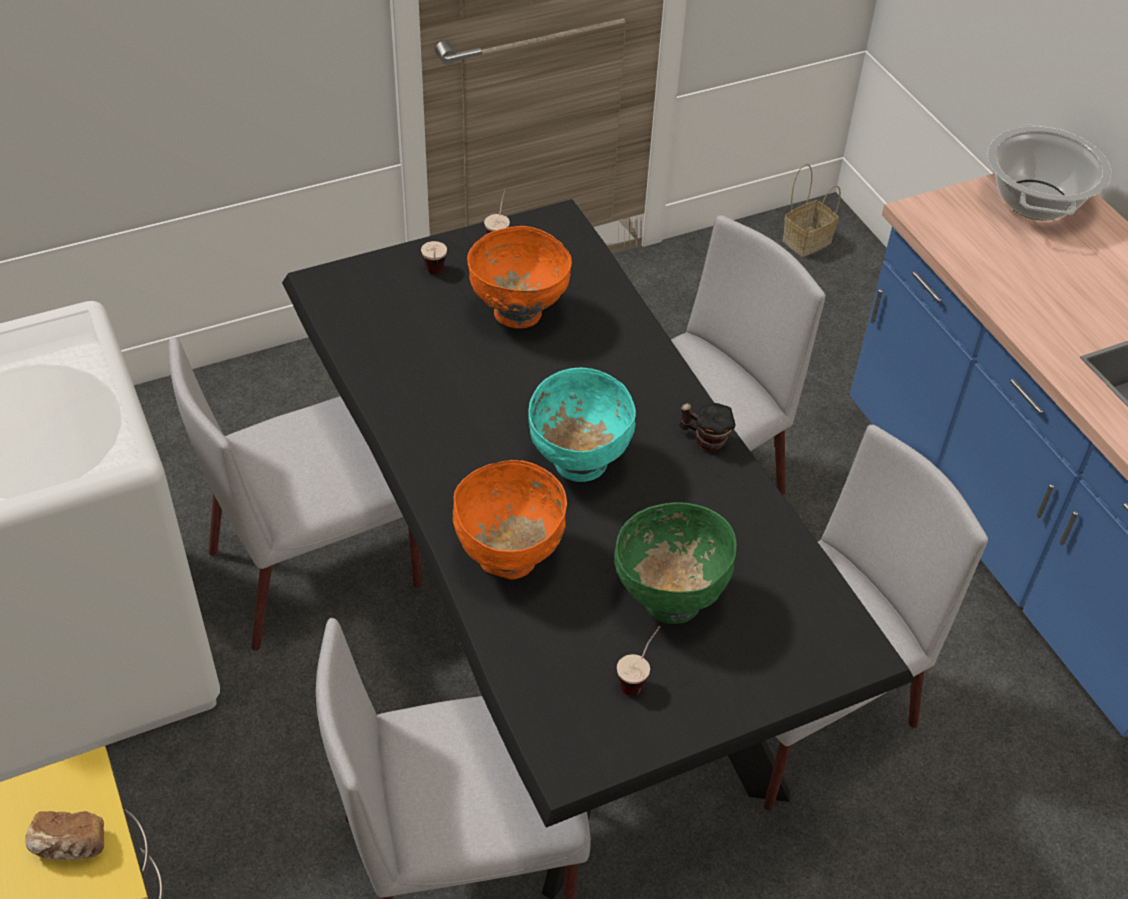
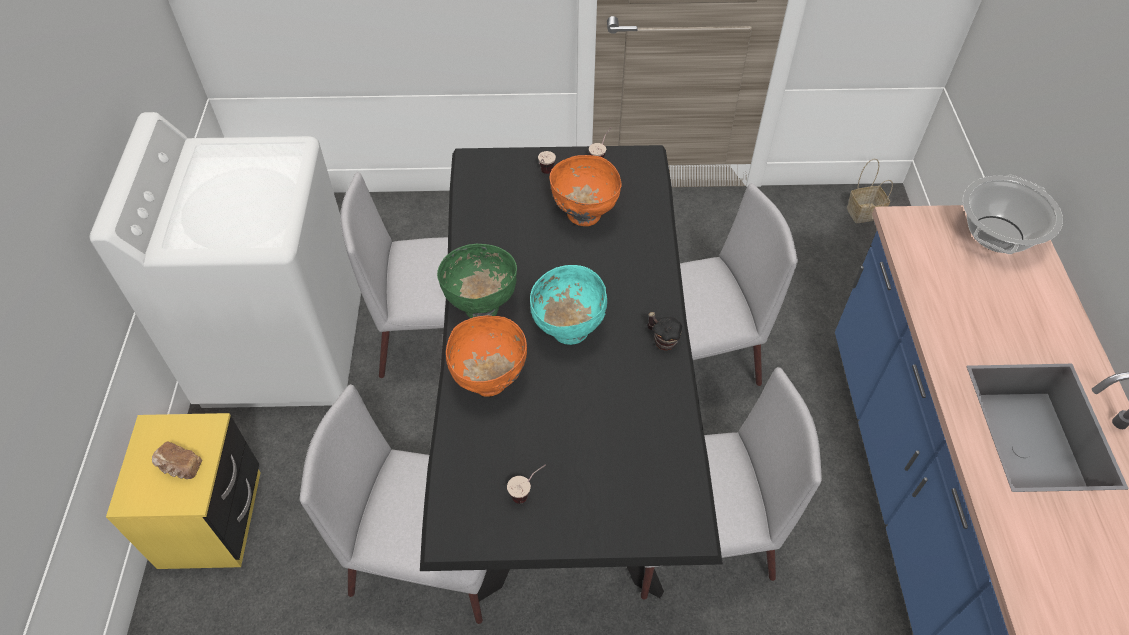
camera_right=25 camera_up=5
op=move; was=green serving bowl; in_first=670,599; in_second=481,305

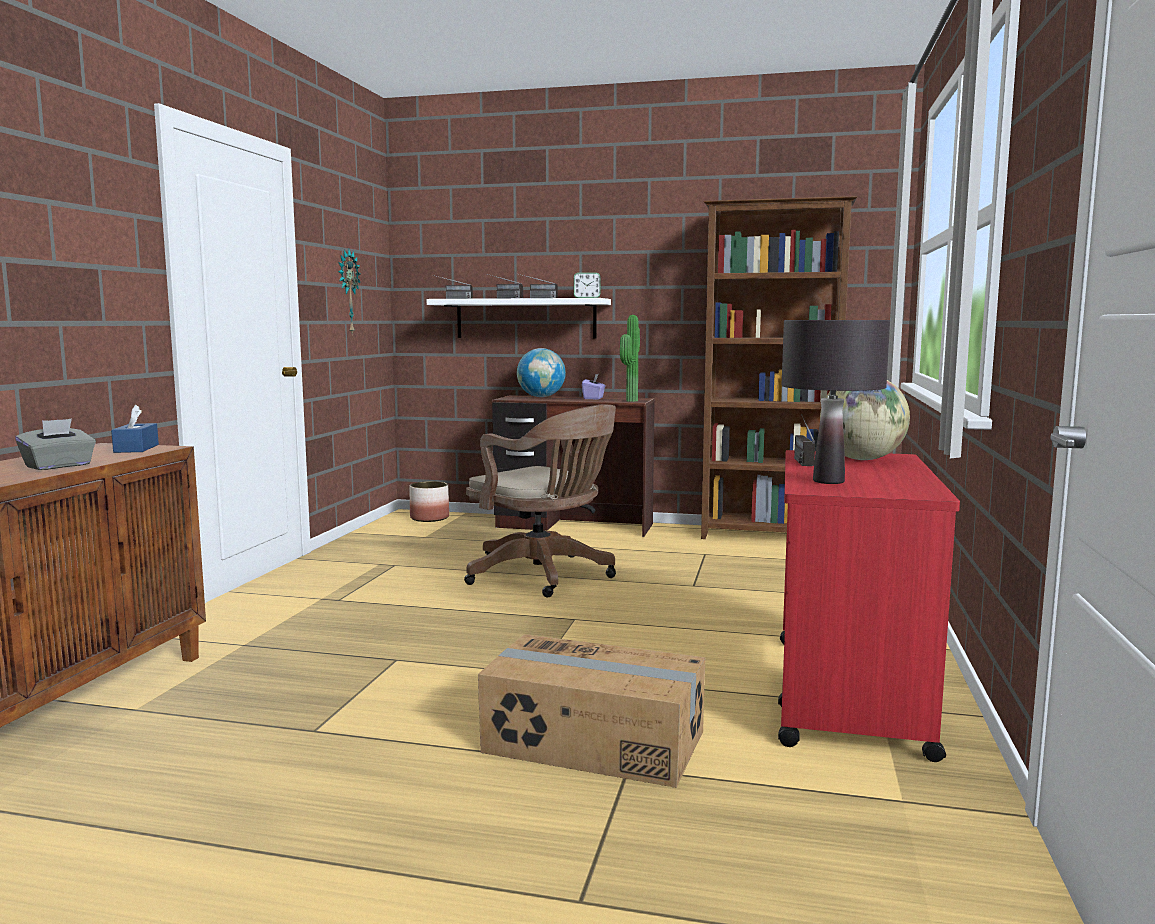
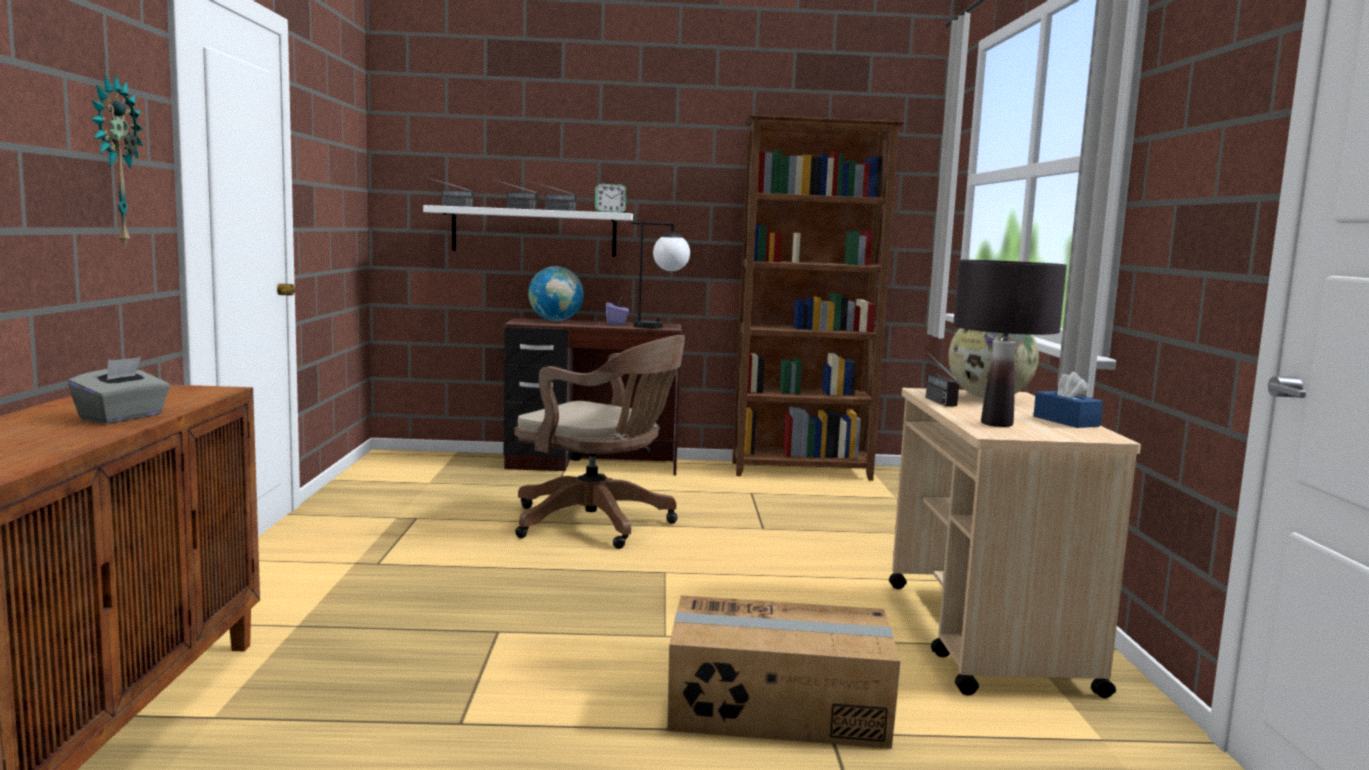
camera_right=-15 camera_up=0
op=delete; was=planter; in_first=430,518
op=move; was=blue-coloured tissue box; in_first=136,448; in_second=1066,421
op=move; was=wall clock; in_first=347,292; in_second=112,162
op=replace; was=plant in a pot; now=table lamp; in_first=629,401; in_second=660,327
op=recolor; was=red-coloured trolley; now=beige trolley; in_first=848,694; in_second=986,636

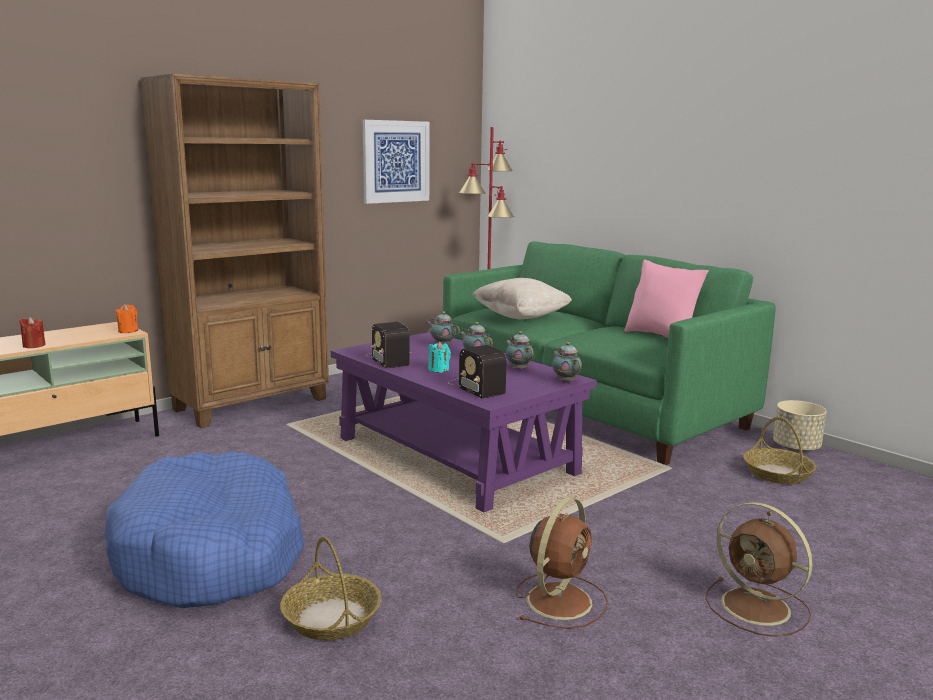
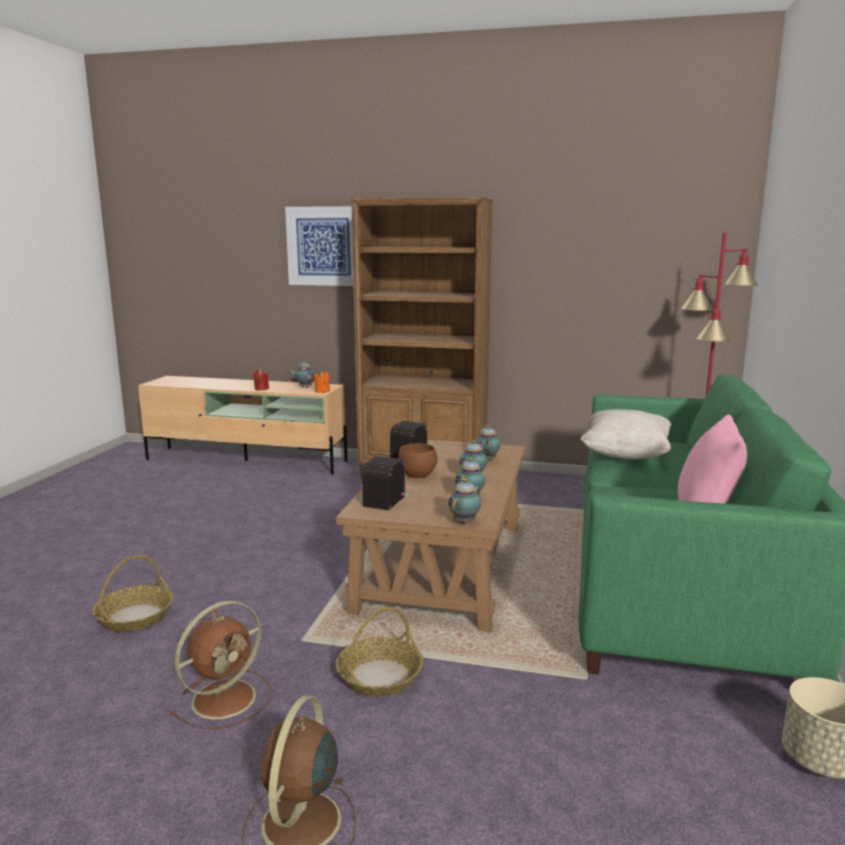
camera_right=55 camera_up=0
op=delete; was=blue-coloured dog bed; in_first=212,553
op=insert; now=pot for tea; in_second=304,387
op=move; was=picture; in_first=396,161; in_second=324,246
op=move; was=household basket; in_first=778,474; in_second=379,677
op=replace; was=blue-green wax candle; now=brownish serving bowl; in_first=439,370; in_second=416,475
op=recolor; was=purple low table; now=brownish low table; in_first=456,456; in_second=443,567
op=rotate; was=brownish fan; in_first=560,599; in_second=226,698; clockwise=-45

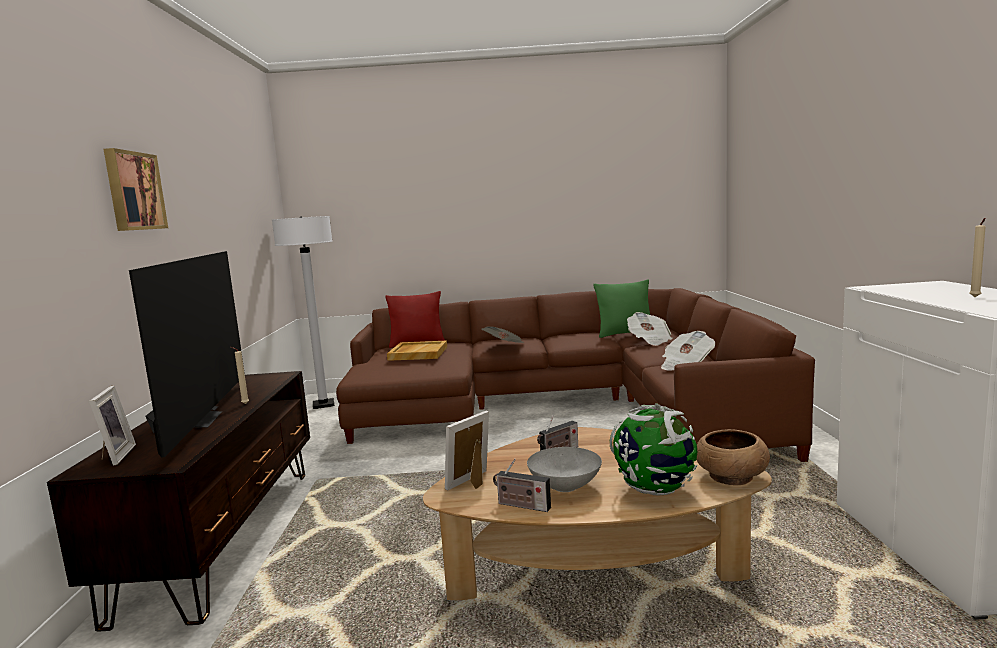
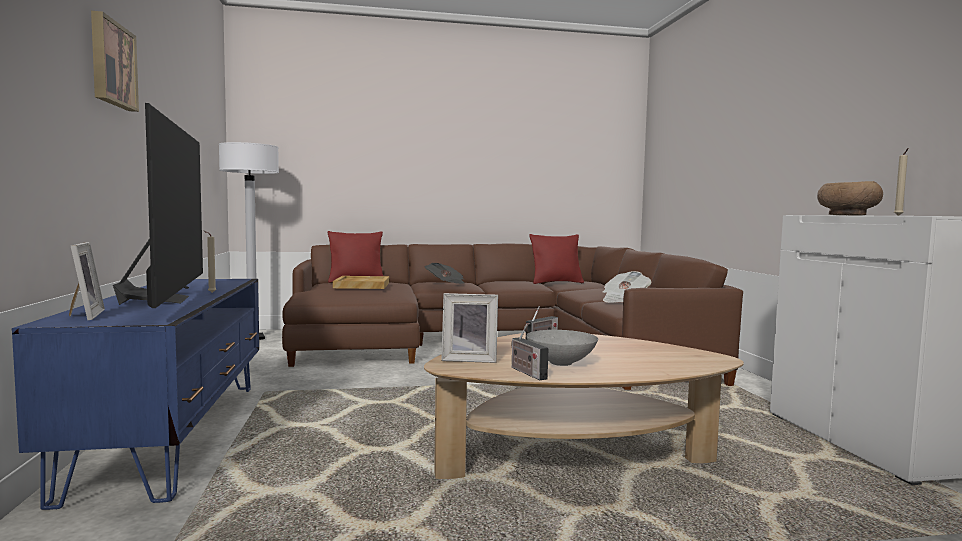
camera_right=-10 camera_up=-5
op=delete; was=world globe; in_first=655,490
op=delete; was=daily paper; in_first=649,340
op=move; was=brownish serving bowl; in_first=731,477; in_second=847,215
op=recolor; was=brownish tv unit; now=blue-coloured tv unit; in_first=225,536; in_second=174,433
op=recolor; was=green throw pillow; now=red-coloured throw pillow; in_first=625,334; in_second=556,282
op=rotate; was=standing frame; in_first=473,482; in_second=469,359; clockwise=-120
op=rotate; was=radio set; in_first=521,505; in_second=526,372; clockwise=45

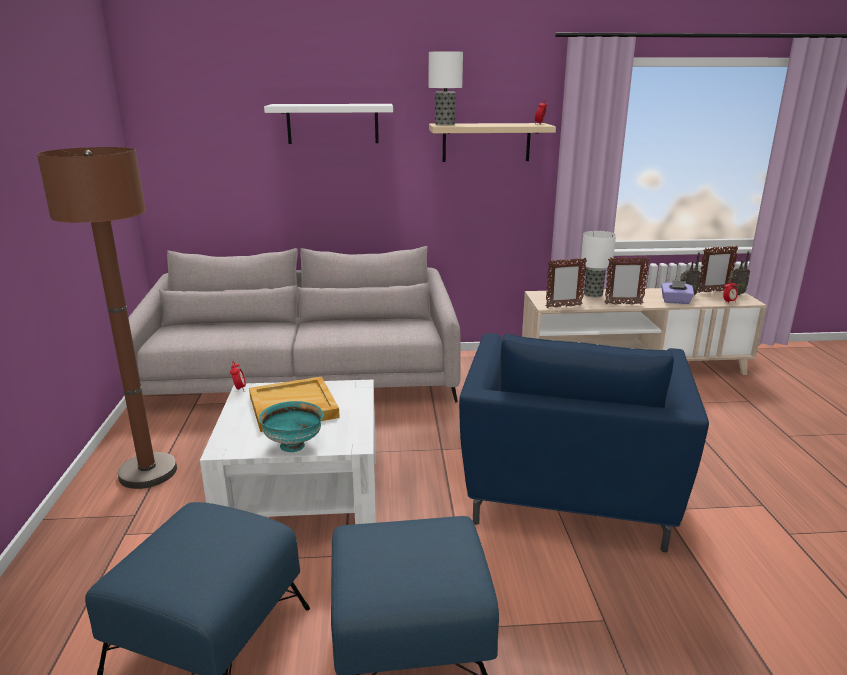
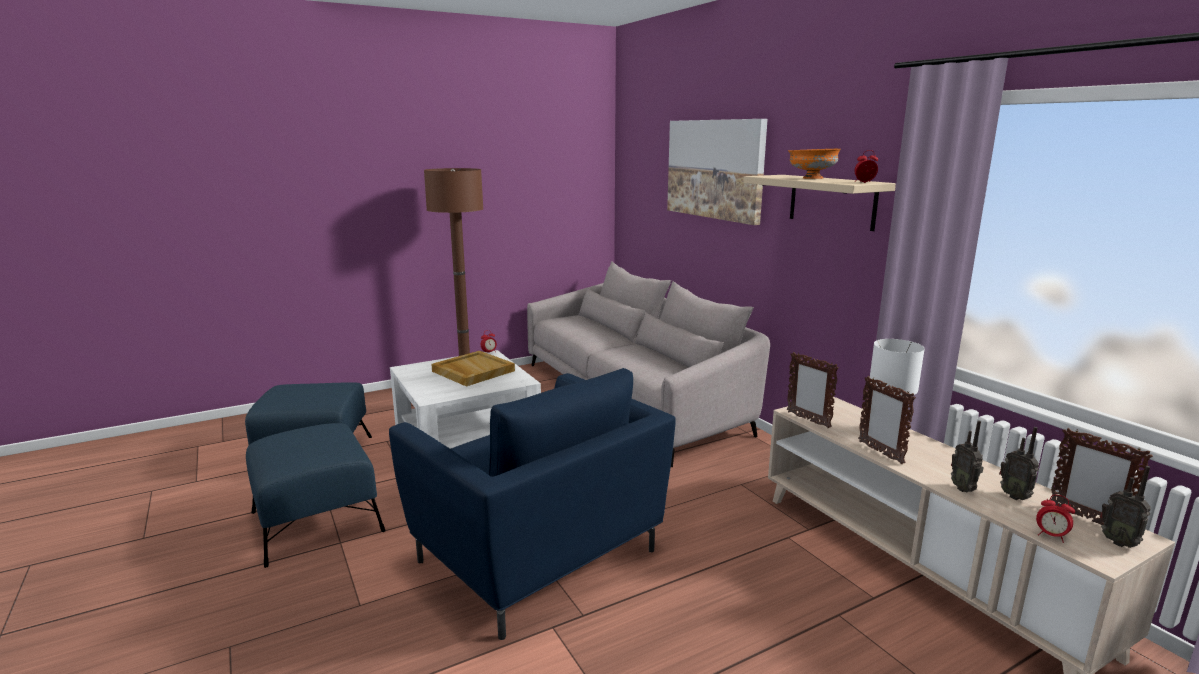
camera_right=65 camera_up=-5
op=delete; was=blue-green serving bowl; in_first=293,445
op=delete; was=table lamp; in_first=445,124
op=insert; now=orange serving bowl; in_second=811,179
op=replace; was=white bracket shelf; now=picture; in_first=332,123; in_second=715,169
op=replace; was=purple tissue box; now=radio set; in_first=675,301; in_second=963,488
op=rotate; was=blue-coloured lounge chair; in_first=567,496; in_second=539,558; clockwise=-120

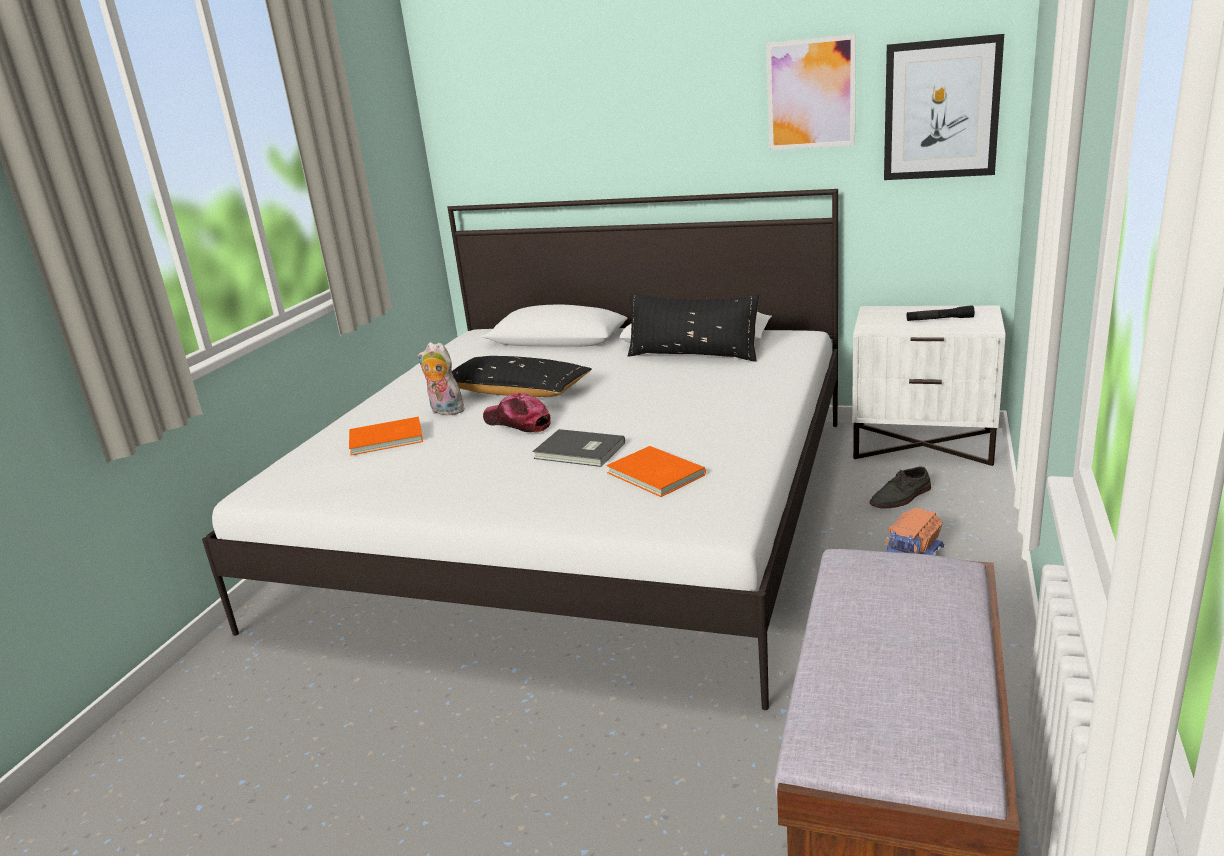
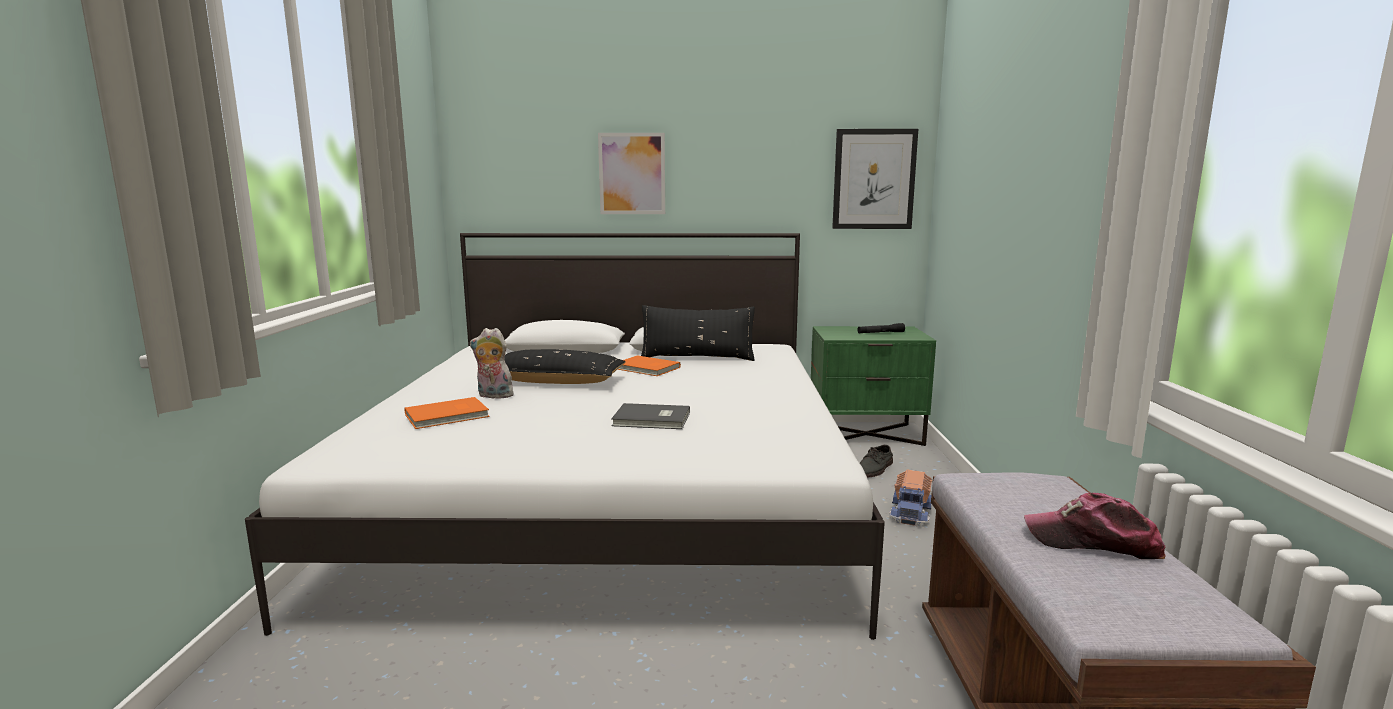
camera_right=-20 camera_up=-10
op=move; was=baseball cap; in_first=517,422; in_second=1092,541
op=move; was=orange volume; in_first=654,475; in_second=646,368
op=move; was=picture; in_first=811,94; in_second=632,174
op=recolor; was=white bedside table; now=green bedside table; in_first=923,444; in_second=866,434

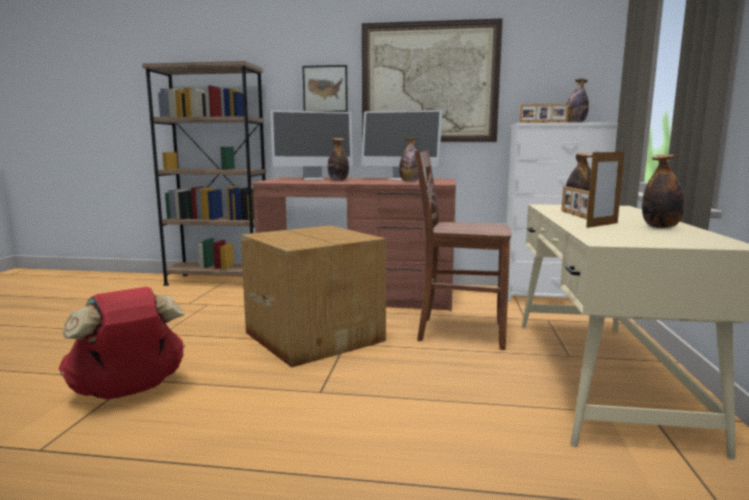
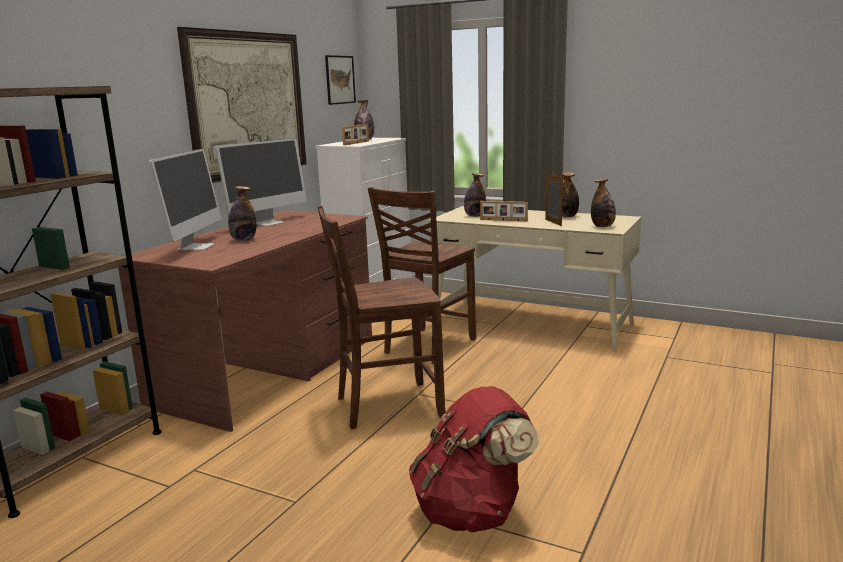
camera_right=-70 camera_up=5
op=move; was=picture; in_first=325,89; in_second=340,79
op=move; was=drink bottle; in_first=410,181; in_second=602,226
op=replace; was=cardboard box; now=brownish upright chair; in_first=314,336; in_second=386,406

